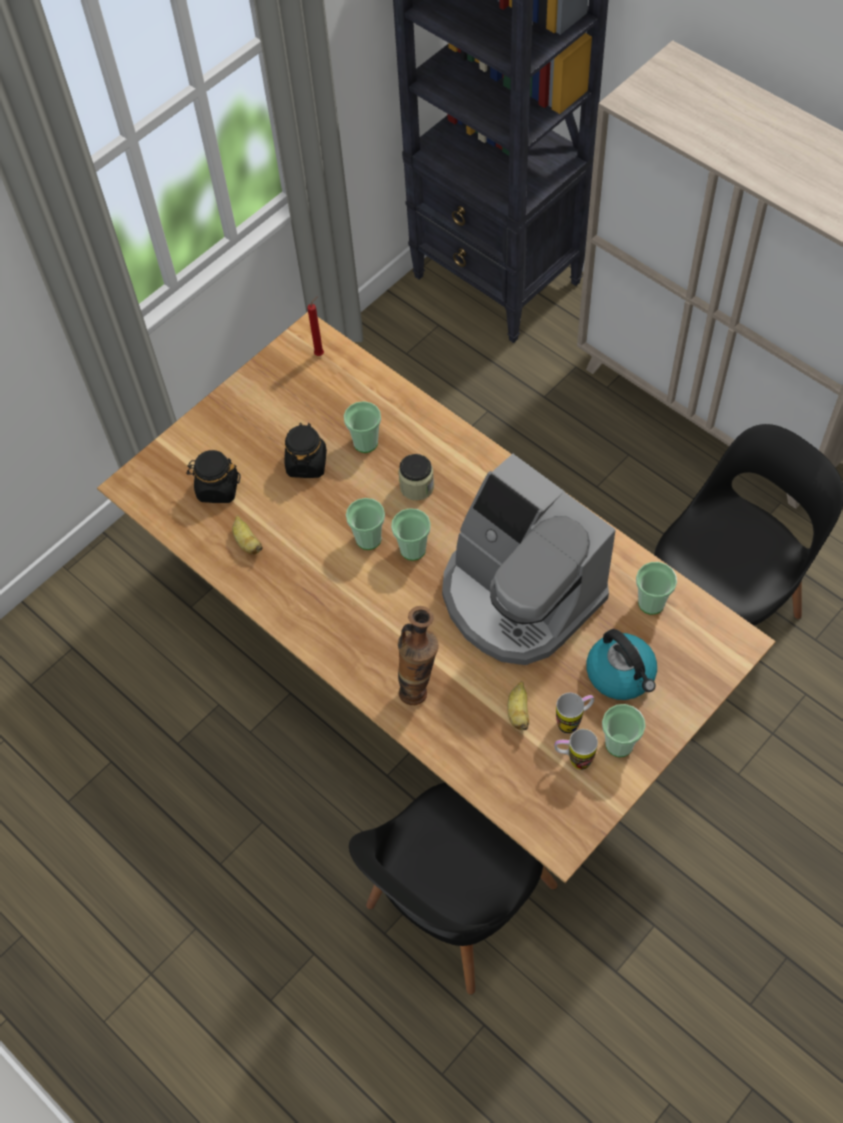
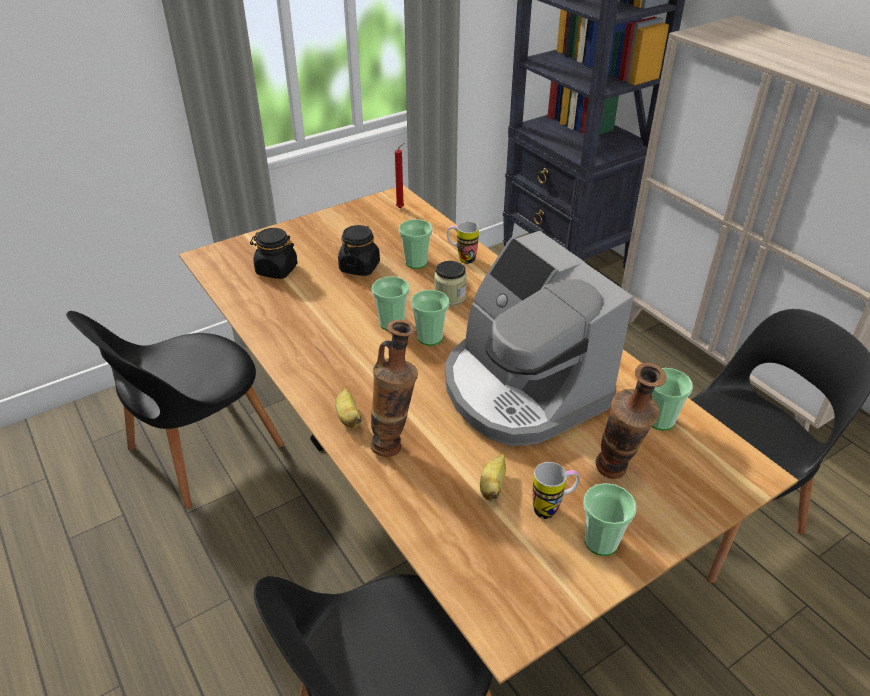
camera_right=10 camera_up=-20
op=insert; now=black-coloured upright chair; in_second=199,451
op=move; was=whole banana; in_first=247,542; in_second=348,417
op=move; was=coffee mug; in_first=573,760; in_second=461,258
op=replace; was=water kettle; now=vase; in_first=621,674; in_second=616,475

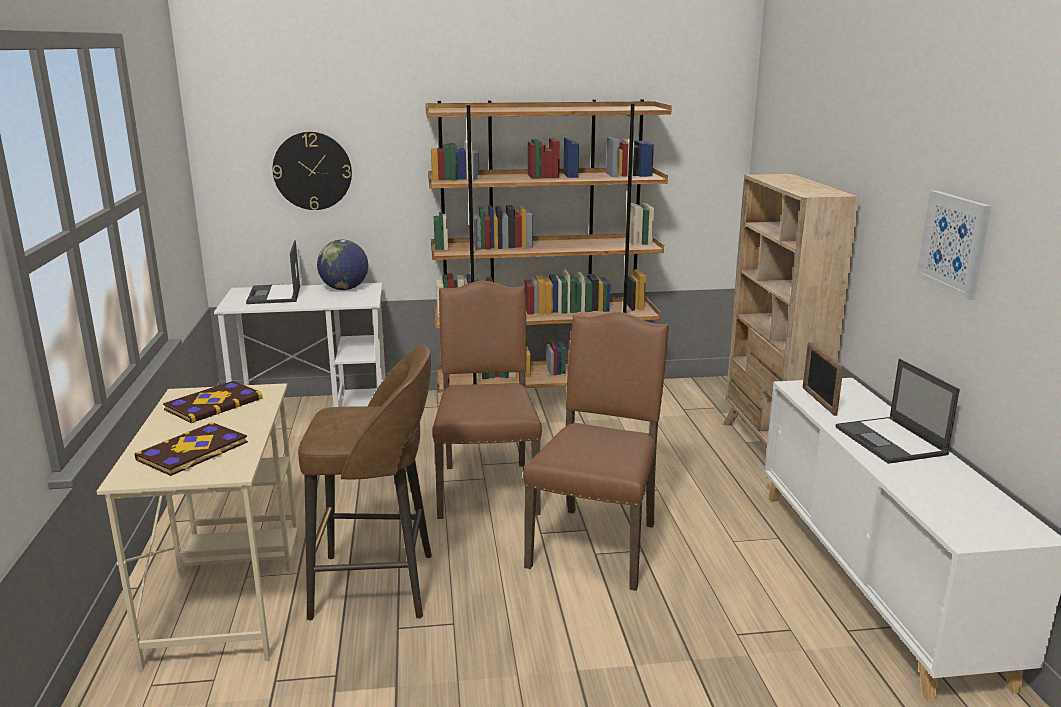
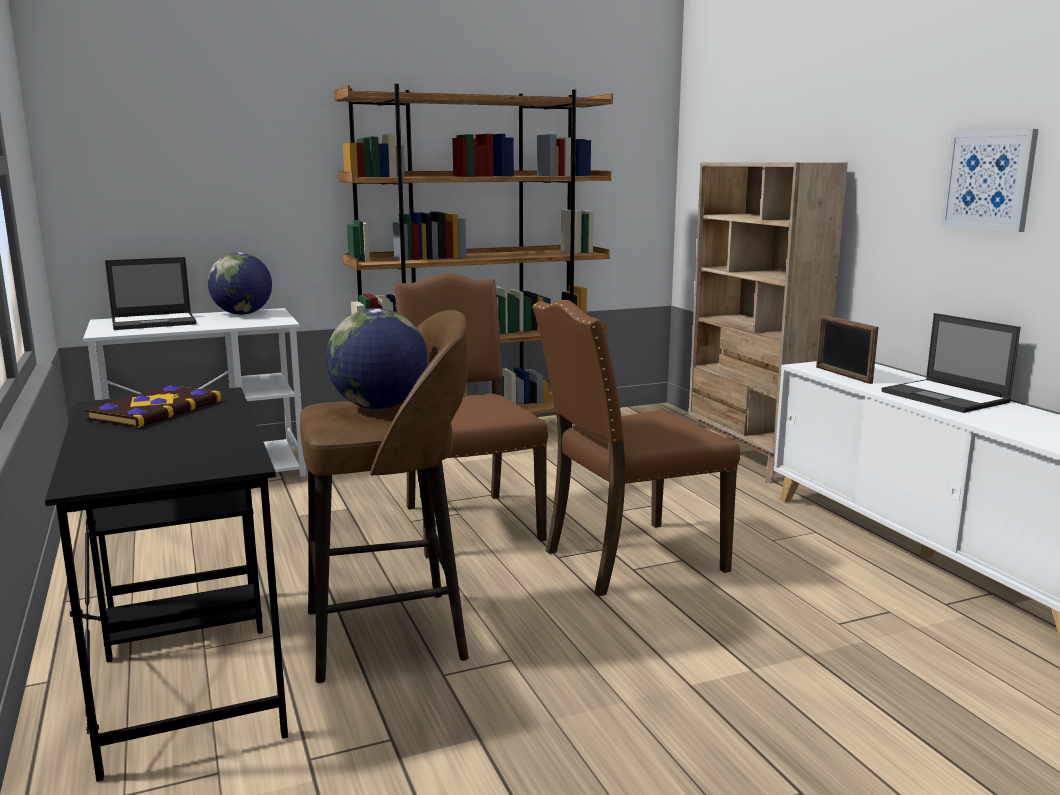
camera_right=-15 camera_up=-5
op=delete; was=volume; in_first=193,452
op=delete; was=wall clock; in_first=312,171
op=insert; now=world globe; in_second=379,407
op=recolor; was=beige desk unit; now=black-coloured desk unit; in_first=228,593; in_second=188,670
op=rotate; was=notebook computer; in_first=274,295; in_second=155,322; clockwise=-90
op=rotate; was=brownish upright chair; in_first=597,544; in_second=629,560; clockwise=-120

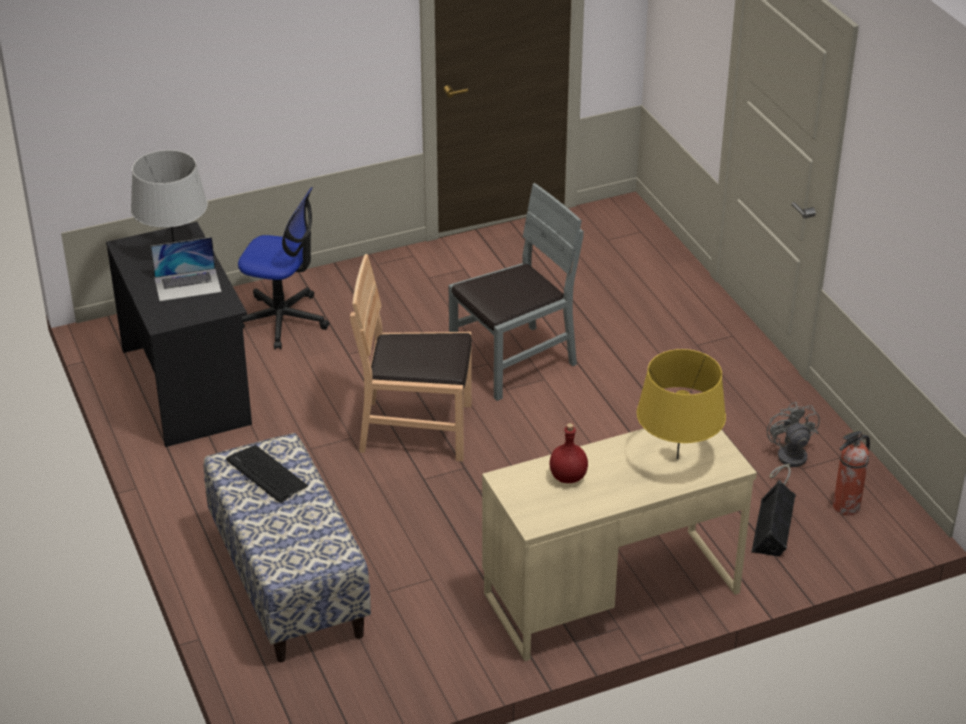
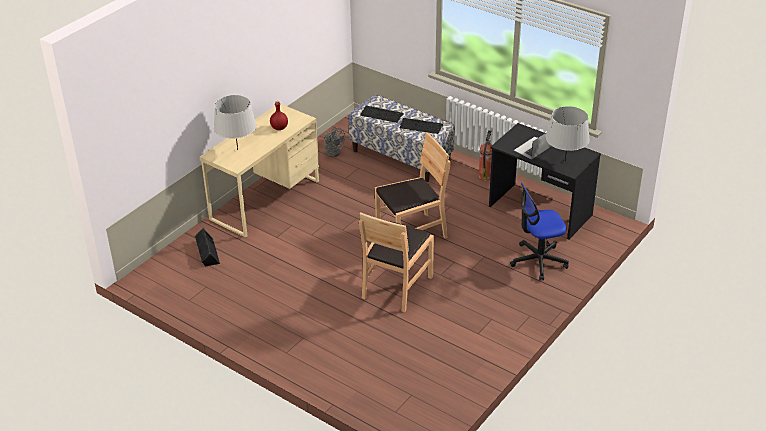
camera_right=150 camera_up=0
op=insert; now=computer keyboard; in_second=381,114
op=move; was=grey fan; in_first=788,462; in_second=333,151
op=move; was=fire-fighting cylinder; in_first=845,507; in_second=485,176
op=recolor; was=grey upright chair; now=brownish upright chair; in_first=513,361; in_second=396,286
op=recolor; was=yellow table lamp; now=grey table lamp; in_first=677,459; in_second=237,149

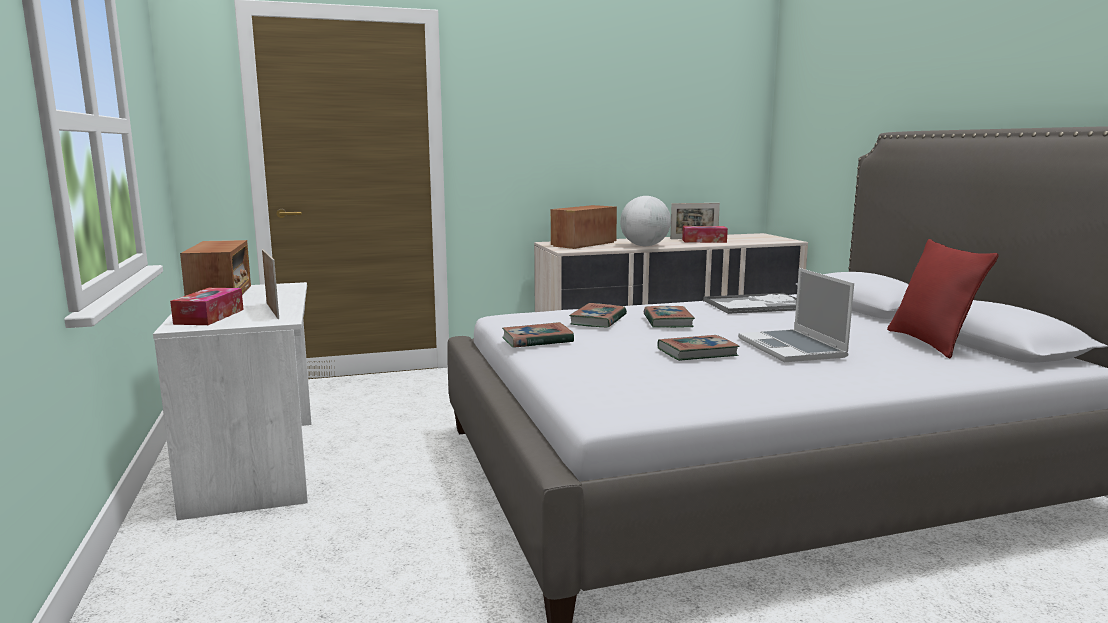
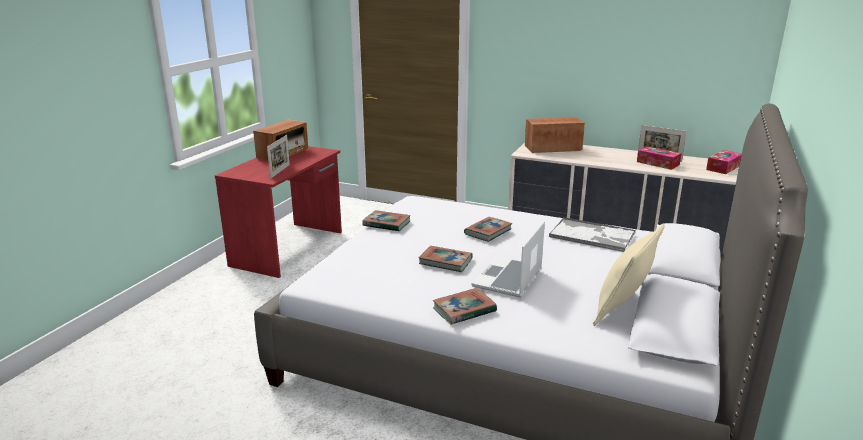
camera_right=40 camera_up=10
op=delete; was=world globe; in_first=644,246
op=move; was=tissue box; in_first=209,316; in_second=723,167
op=move; was=volume; in_first=598,320; in_second=464,310
op=recolor; was=white desk unit; now=red-coloured desk unit; in_first=257,464; in_second=289,248
op=recolor; was=red-coloured throw pillow; now=beige throw pillow; in_first=930,343; in_second=622,309

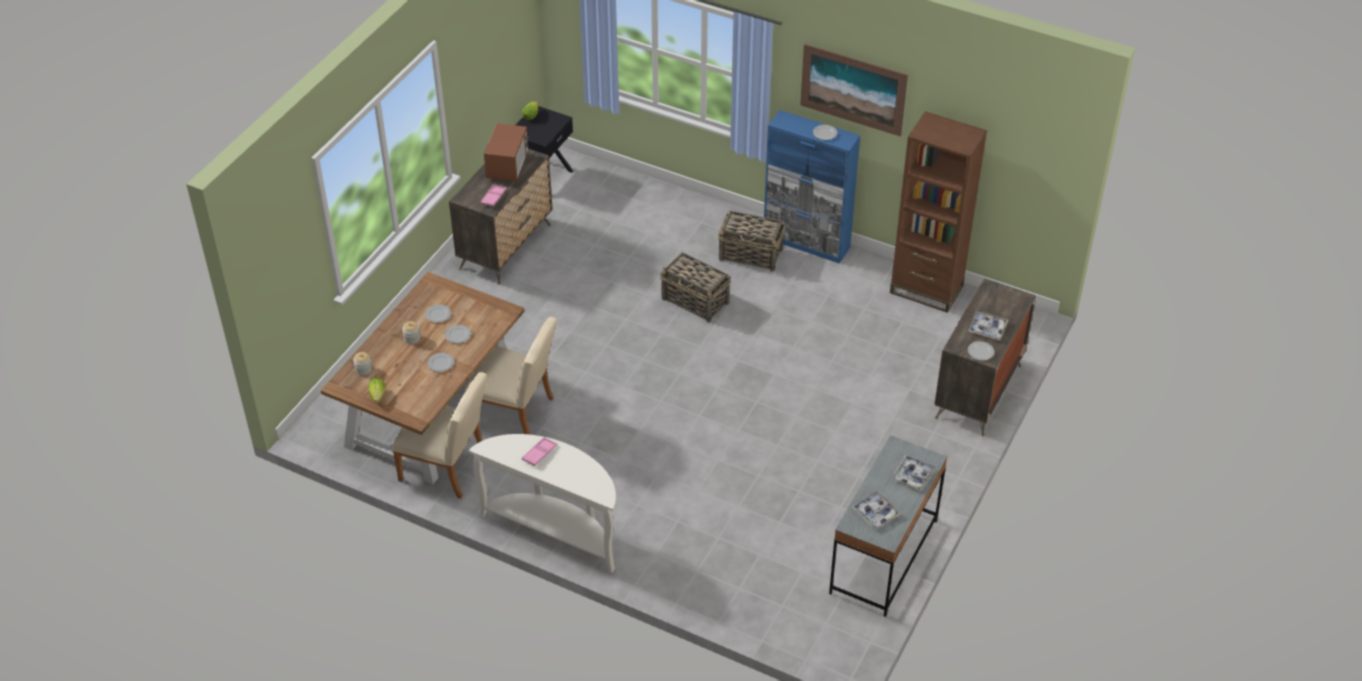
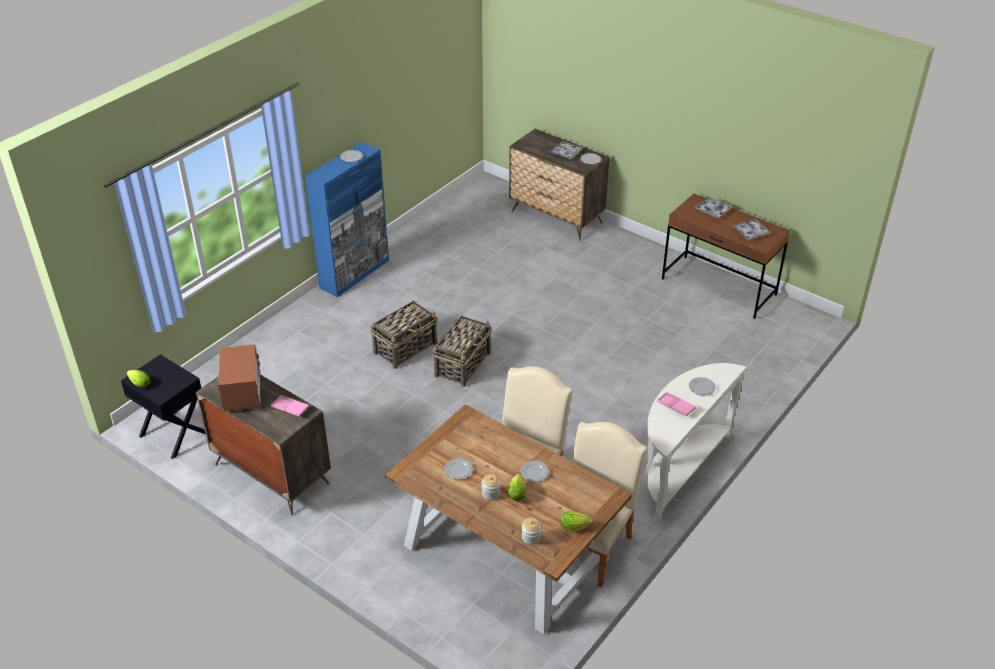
camera_right=-80 camera_up=-5
op=delete; was=picture; in_first=853,89
op=delete; was=brownish bookshelf; in_first=926,289
op=insert; now=lettuce head; in_second=517,492
op=move; was=plate; in_first=458,335; in_second=701,387
op=move; was=household basket; in_first=751,255; in_second=463,364
op=recolor; was=grey desk unit; now=brownish desk unit; in_first=883,557; in_second=718,287
op=rotate; was=kitchen microwave; in_first=508,167; in_second=243,393; clockwise=60

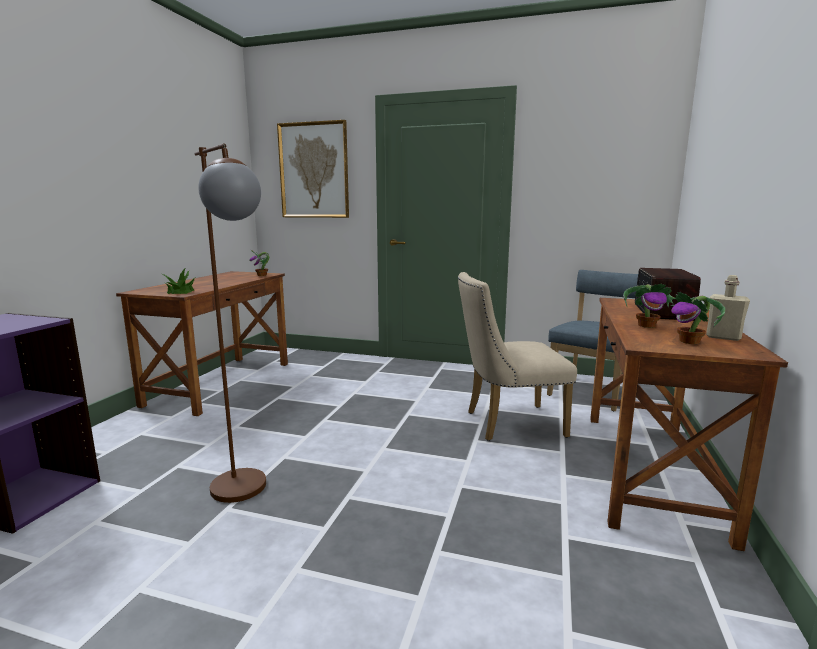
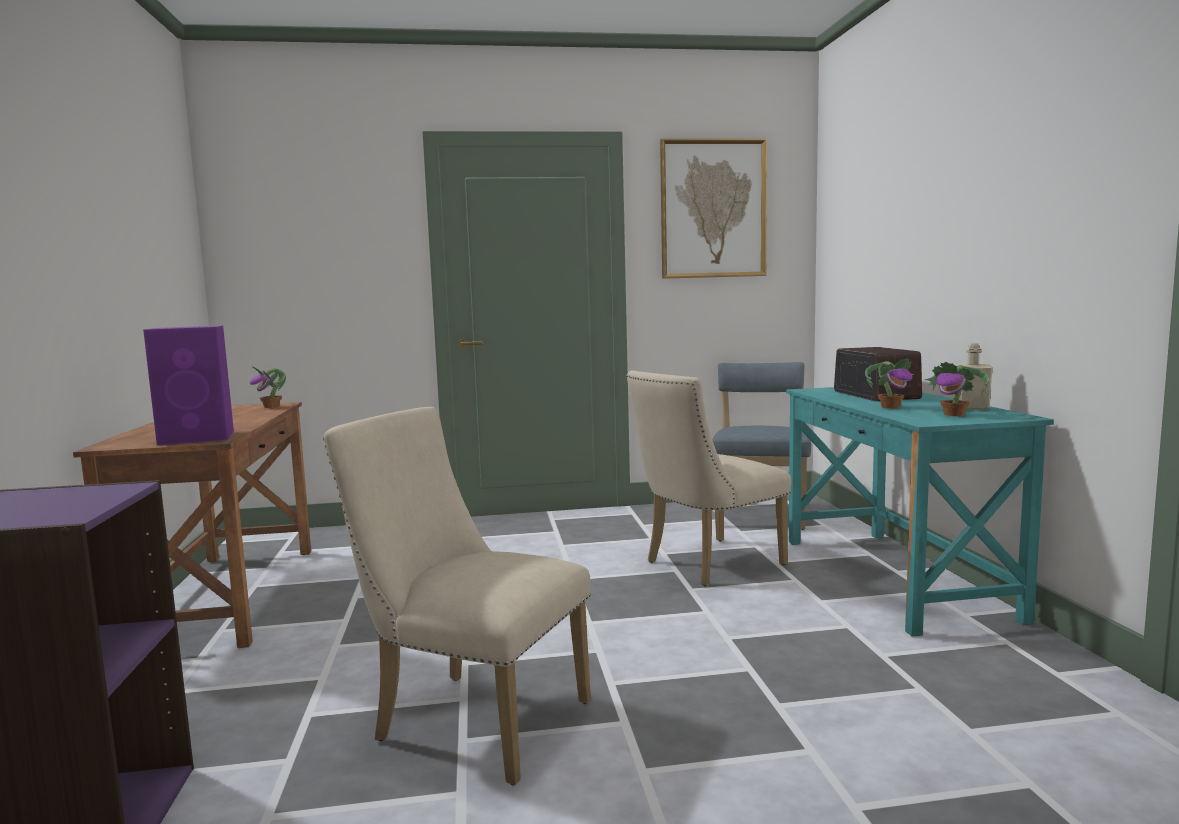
camera_right=-25 camera_up=-5
op=move; was=picture; in_first=314,170; in_second=713,209
op=replace; was=plant in a pot; now=purple speaker; in_first=181,291; in_second=199,437
op=replace; was=brownish floor lamp; now=beige upright chair; in_first=246,495; in_second=470,719
op=recolor; was=brownish desk unit; now=blue-green desk unit; in_first=650,470; in_second=893,577

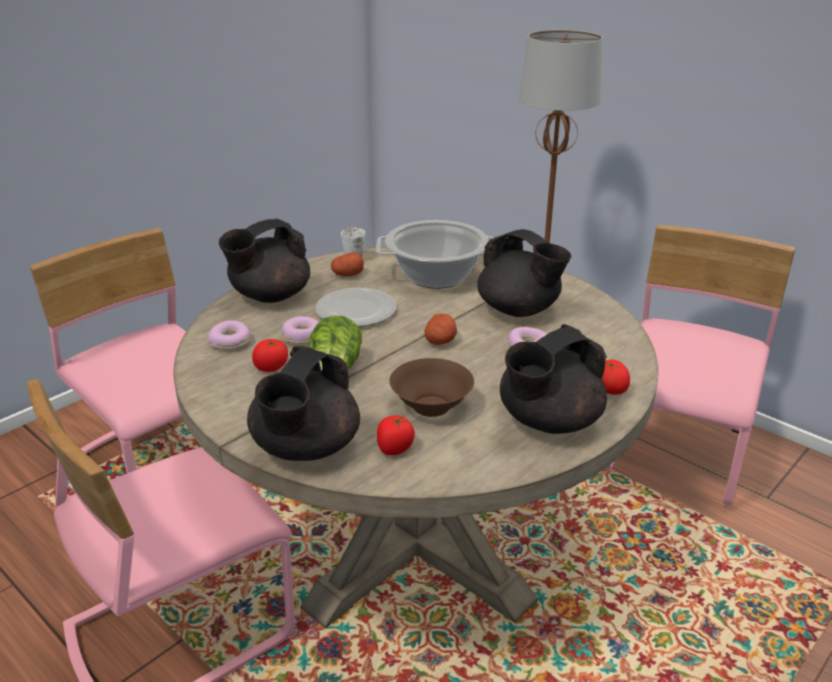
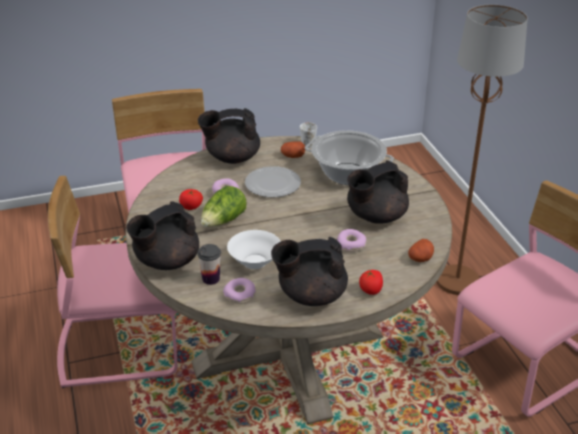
camera_right=30 camera_up=5
op=move; was=doughnut; in_first=230,342; in_second=240,295
op=move; was=potato; in_first=440,341; in_second=420,258
op=replace; was=fresh tomato; now=drinking cup; in_first=394,448; in_second=211,279
op=recolor; was=brownish serving bowl; now=white serving bowl; in_first=431,406; in_second=254,262
op=rotate; was=black-coloured pot for tea; in_first=519,310; in_second=375,216; clockwise=75

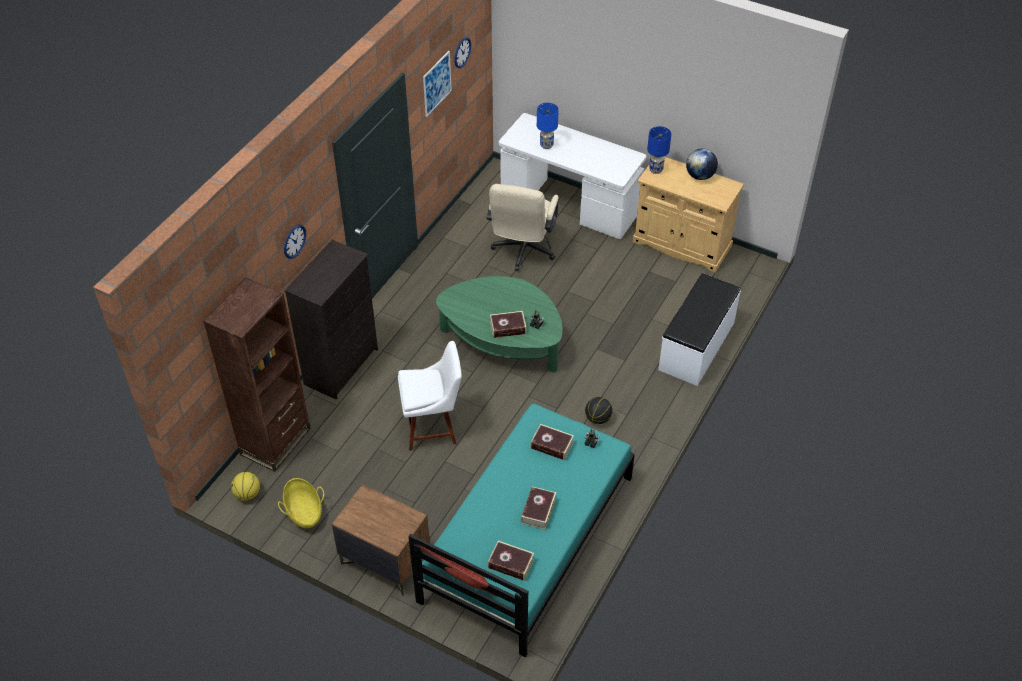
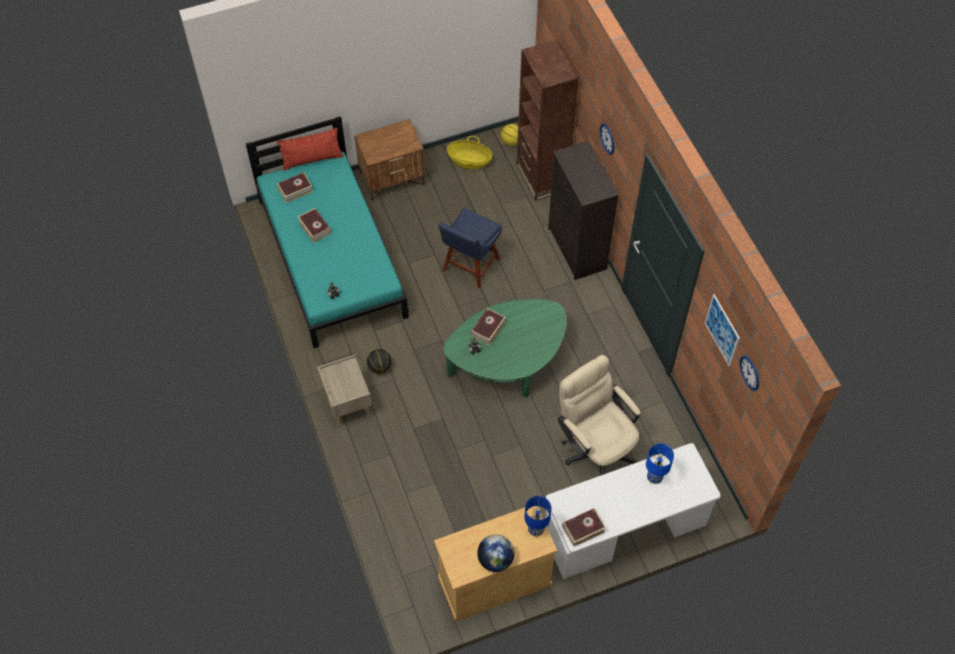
camera_right=130 camera_up=10
op=delete; was=white long seat; in_first=697,346
op=insert; now=beige bedside table; in_second=347,404
op=move; was=volume; in_first=552,445; in_second=583,529
op=recolor; was=white upright chair; now=blue-coloured upright chair; in_first=433,427; in_second=469,266

